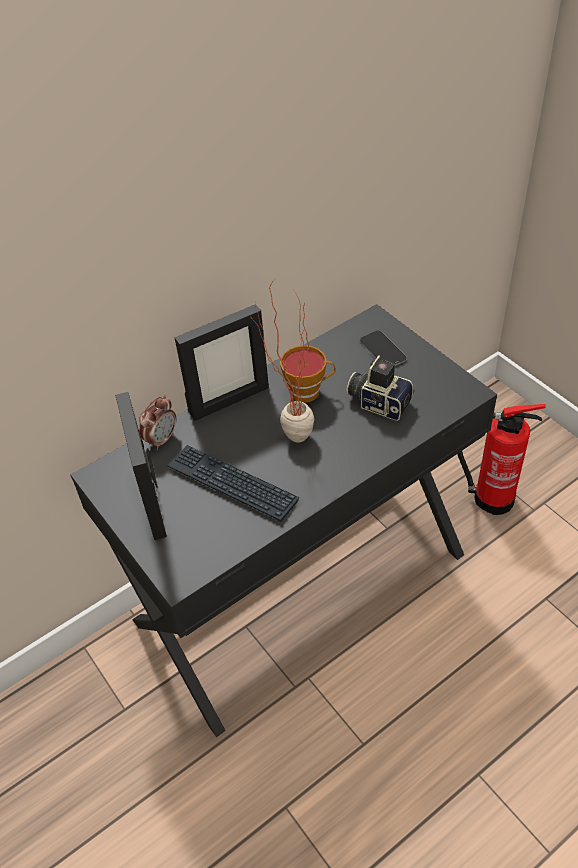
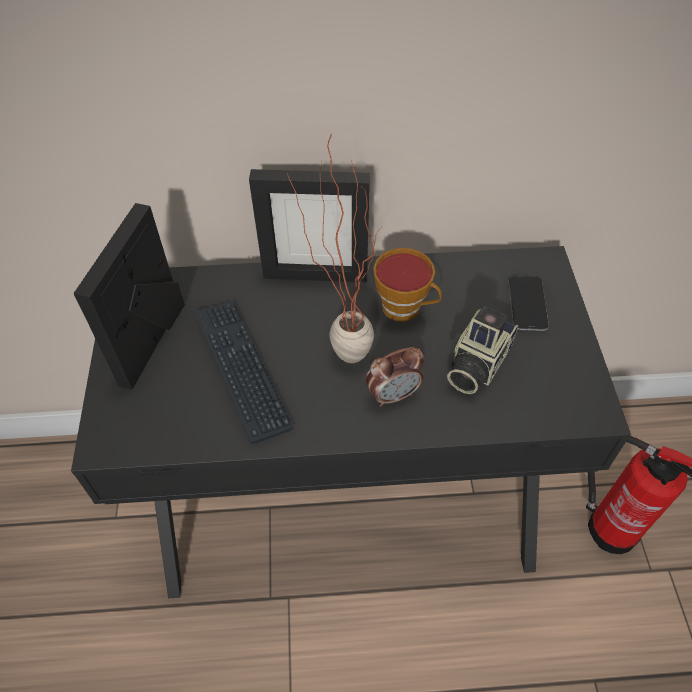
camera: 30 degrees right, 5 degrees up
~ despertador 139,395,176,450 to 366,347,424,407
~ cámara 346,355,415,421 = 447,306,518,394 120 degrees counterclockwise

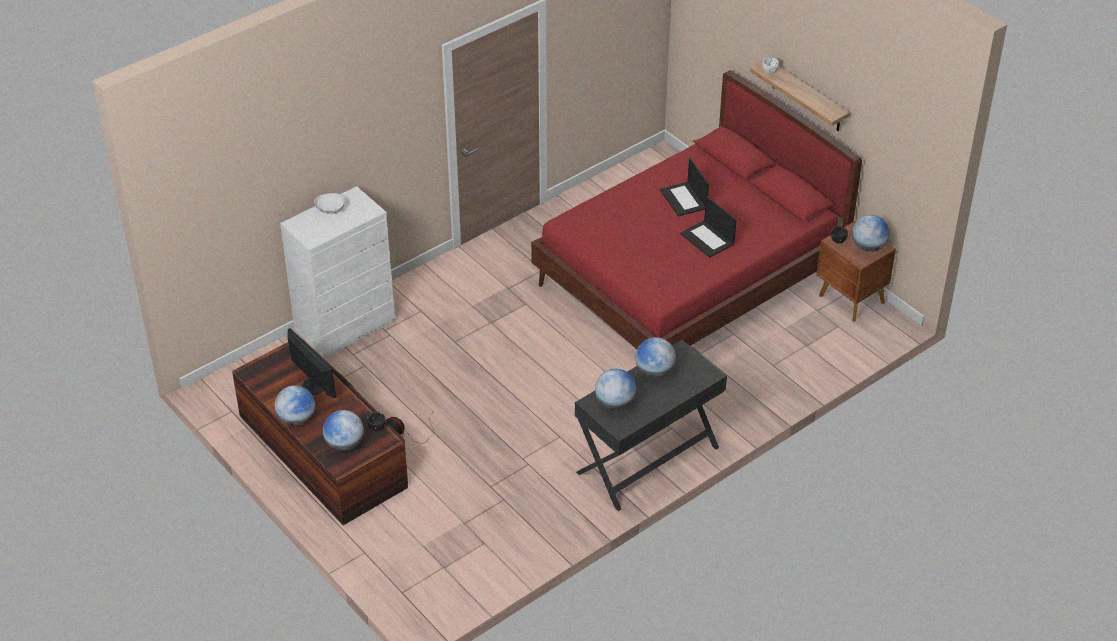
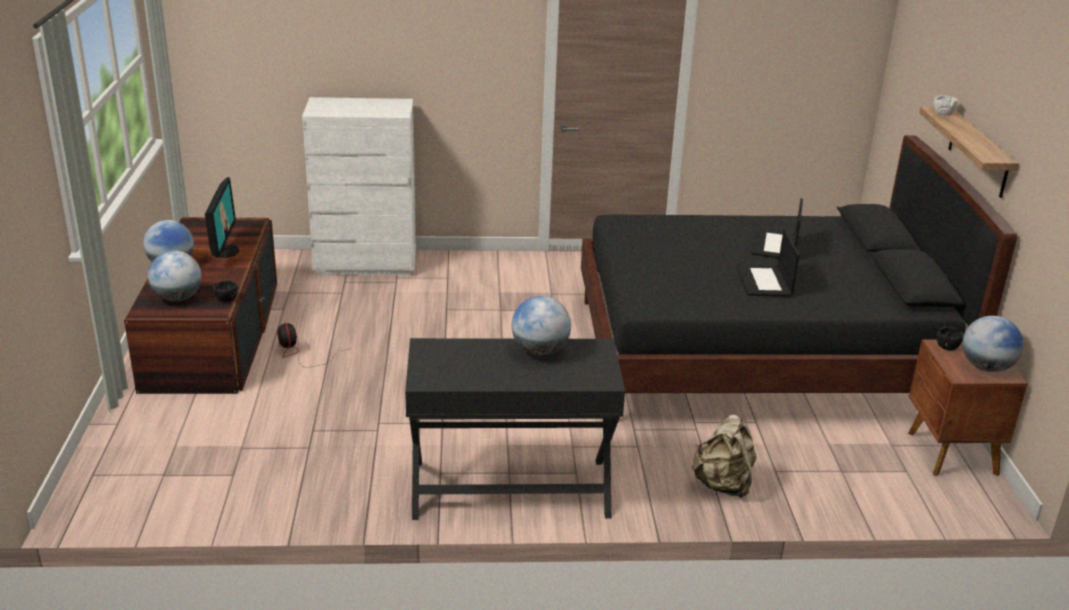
camera: 35 degrees right, 15 degrees down
- cuenco (blanco) 314,193,345,214
~ cama (rojo) 531,70,862,349 to cama (negro) 581,135,1017,393
- globo terráqueo 595,369,636,410
+ mochila (beis) 692,415,756,499

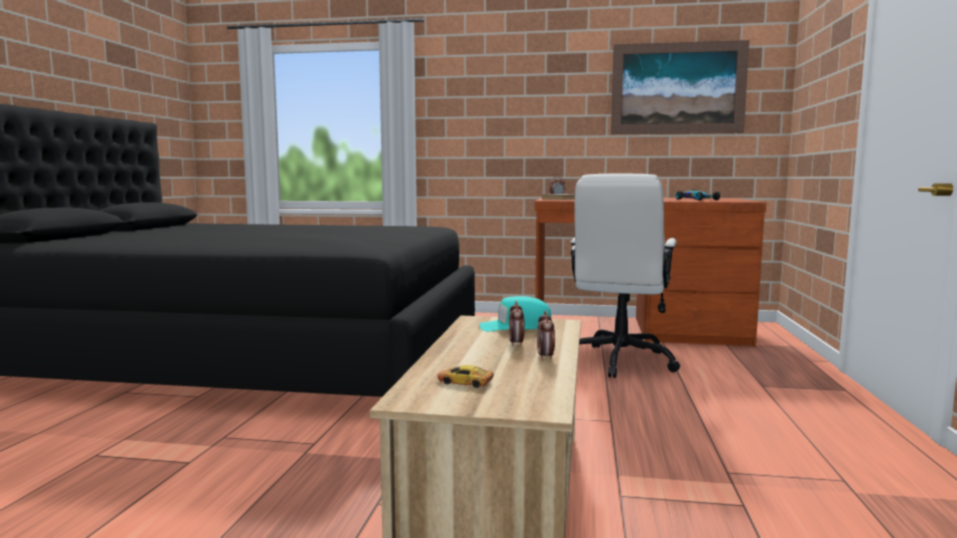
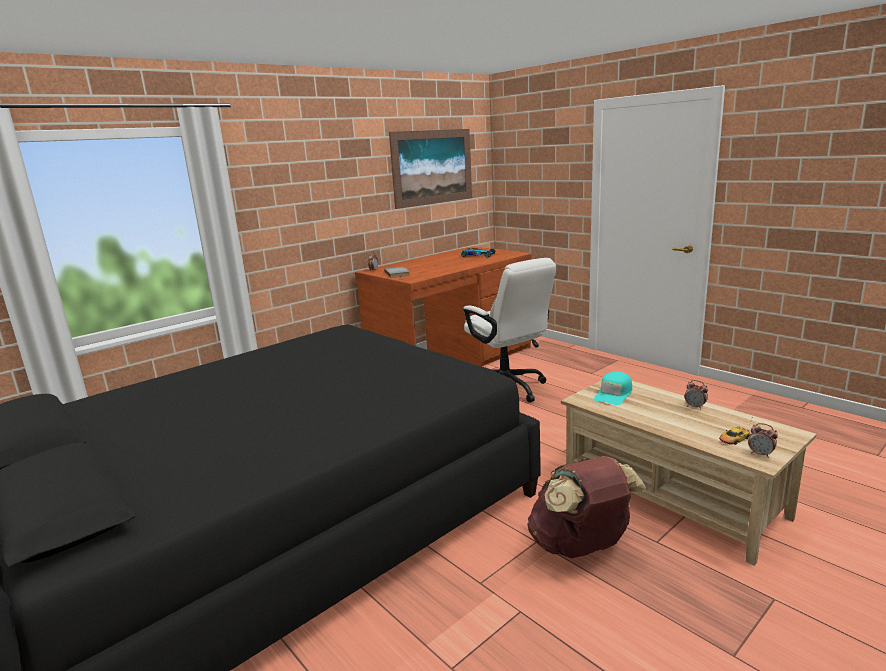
camera: 50 degrees left, 10 degrees up
~ despertador 509,301,525,347 to 748,423,778,458
+ mochila (marrón) 527,456,647,558

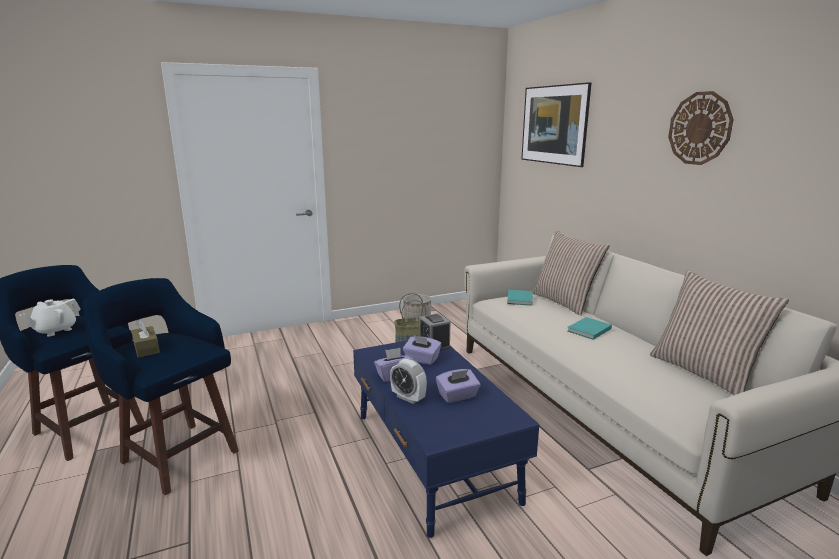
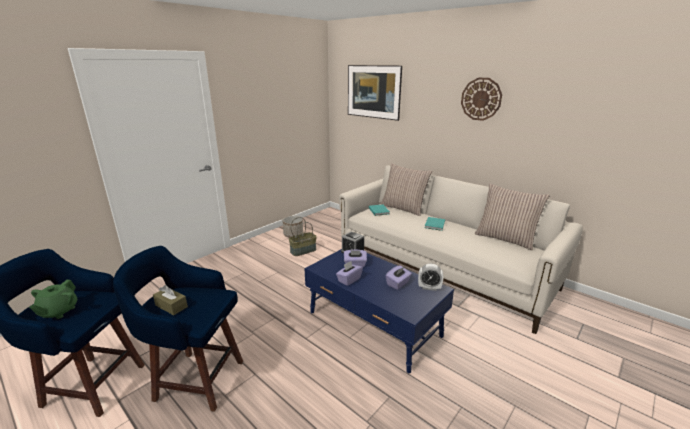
camera: 25 degrees left, 5 degrees up
~ tetera (blanco) 19,299,81,337 to tetera (verde) 29,280,77,319
~ despertador 390,359,427,404 to 418,264,443,291

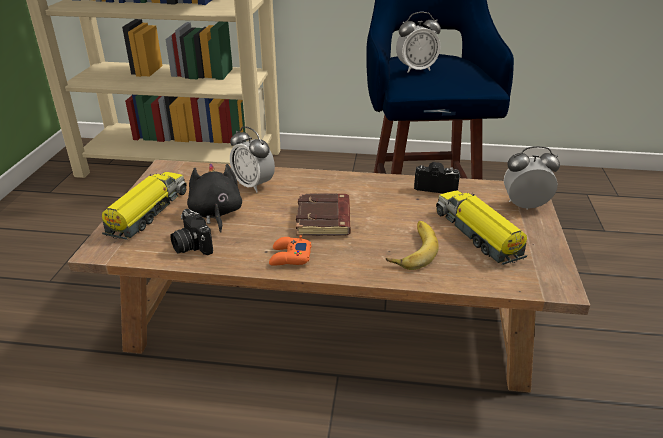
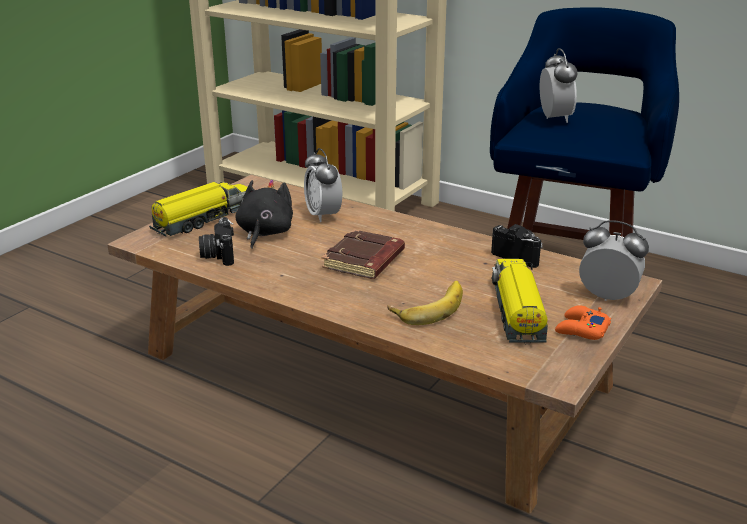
camera: 25 degrees right, 5 degrees down
~ mando de consola (naranja) 269,235,311,266 to 555,305,611,340
~ despertador 396,12,441,73 = 540,48,578,123 105 degrees counterclockwise

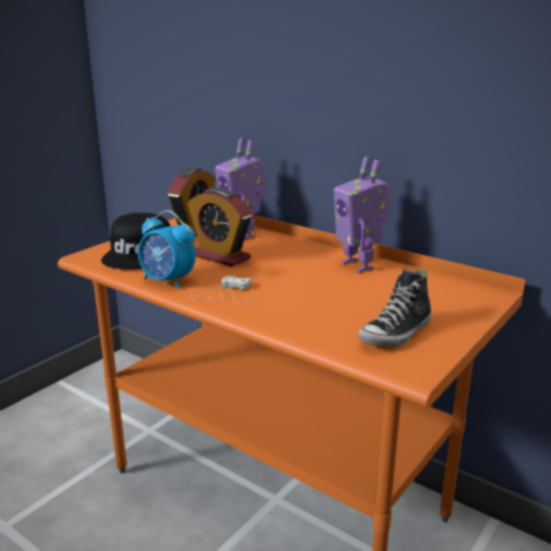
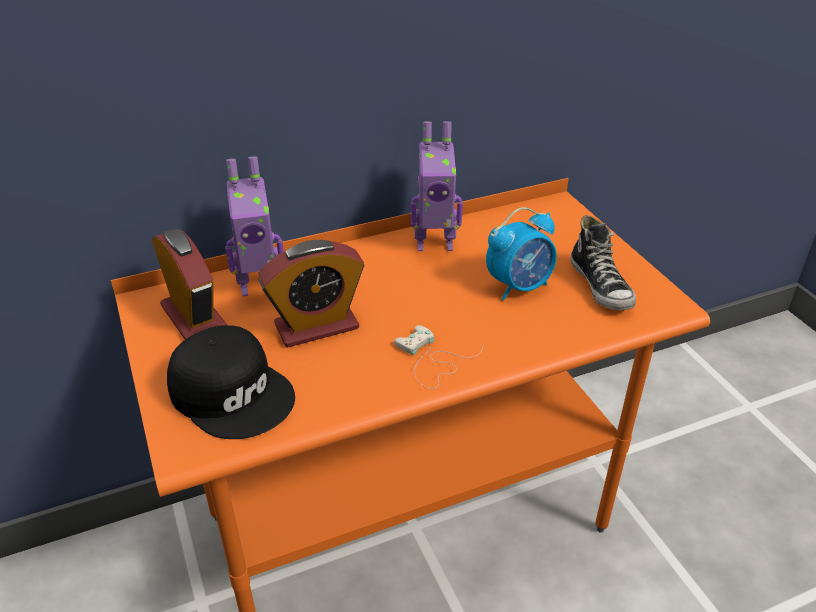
camera: 60 degrees left, 15 degrees up
~ despertador 138,210,196,289 to 486,207,557,301

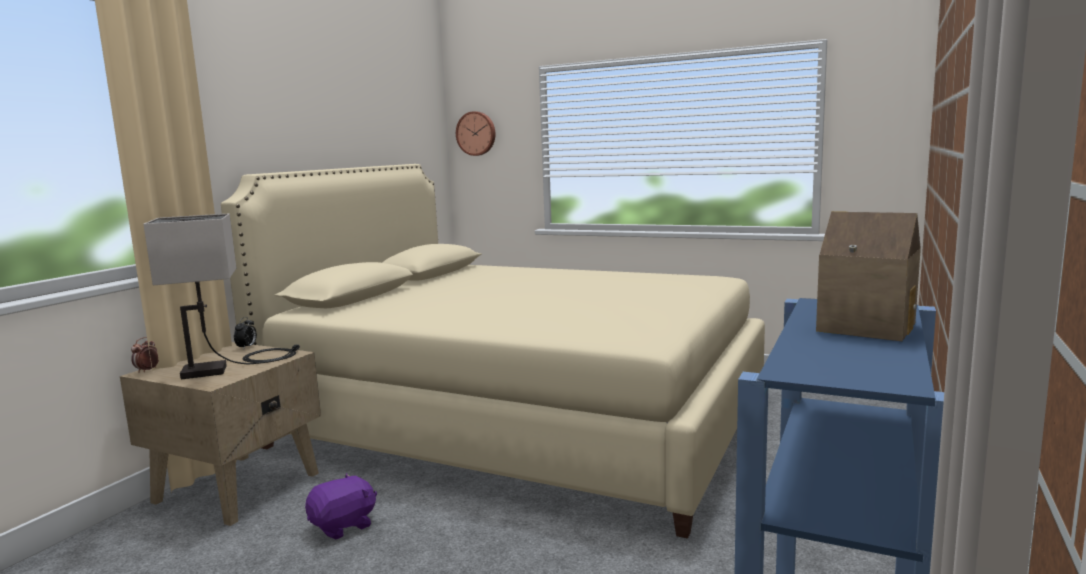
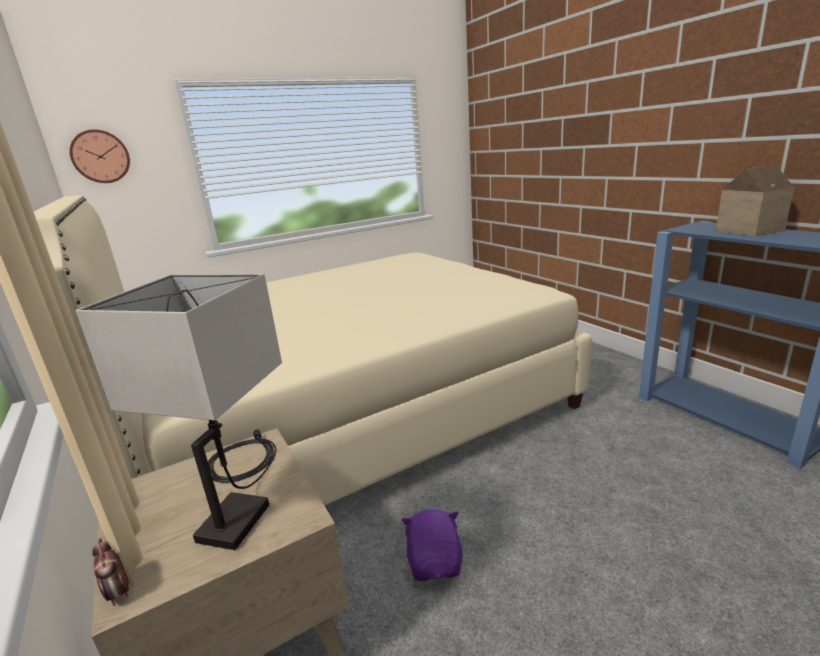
camera: 55 degrees left, 10 degrees up
- despertador 234,317,257,350

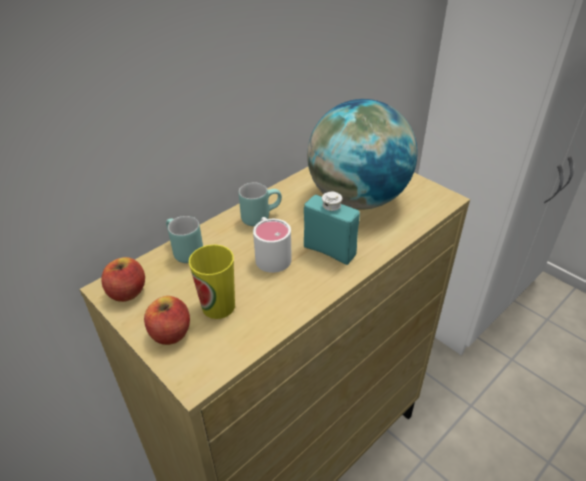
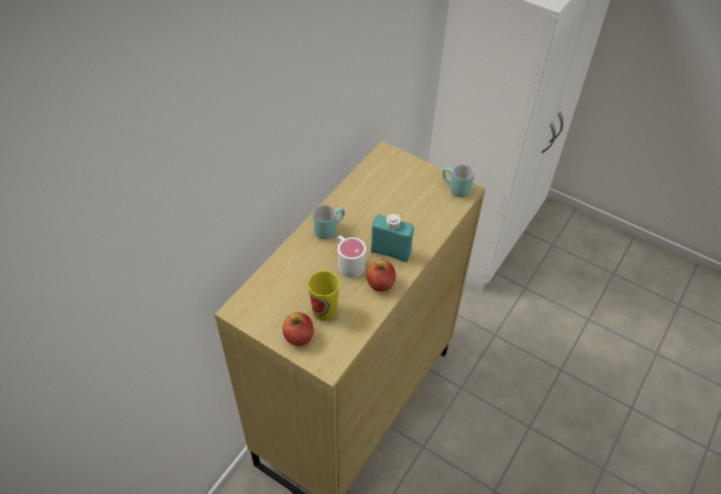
camera: 15 degrees left, 10 degrees up
~ manzana 101,257,145,302 to 366,260,396,292
~ taza grande (turquesa) 166,216,203,263 to 442,165,474,197
- globo terráqueo 307,99,417,210

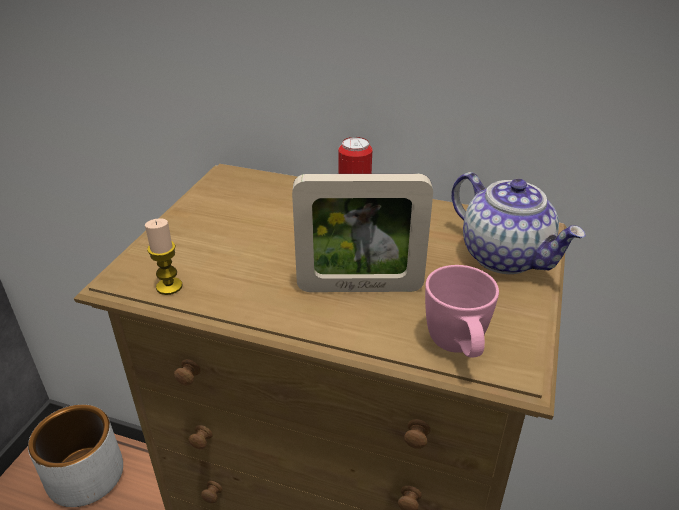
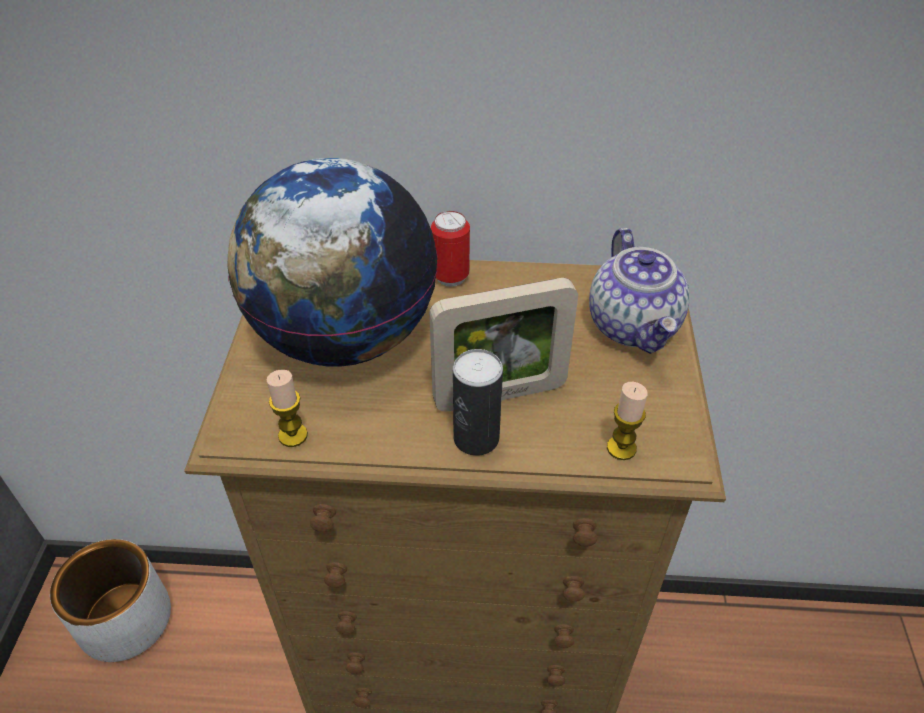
camera: 15 degrees left, 10 degrees up
~ taza grande (rosa) 425,265,499,357 to vela 607,382,648,460
~ tetera 451,172,586,274 = 589,228,690,354 45 degrees clockwise
+ globo terráqueo 227,158,438,367
+ lata 453,349,503,456

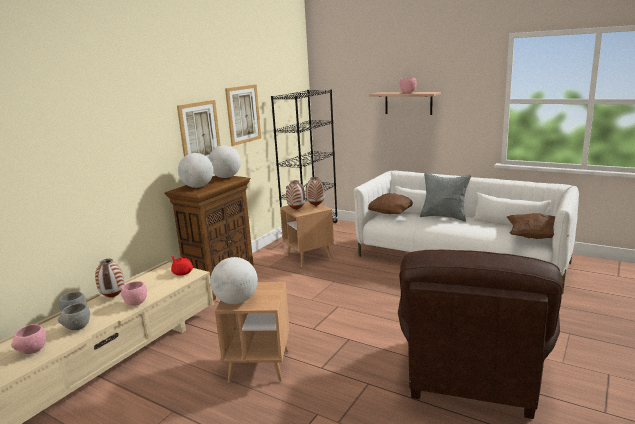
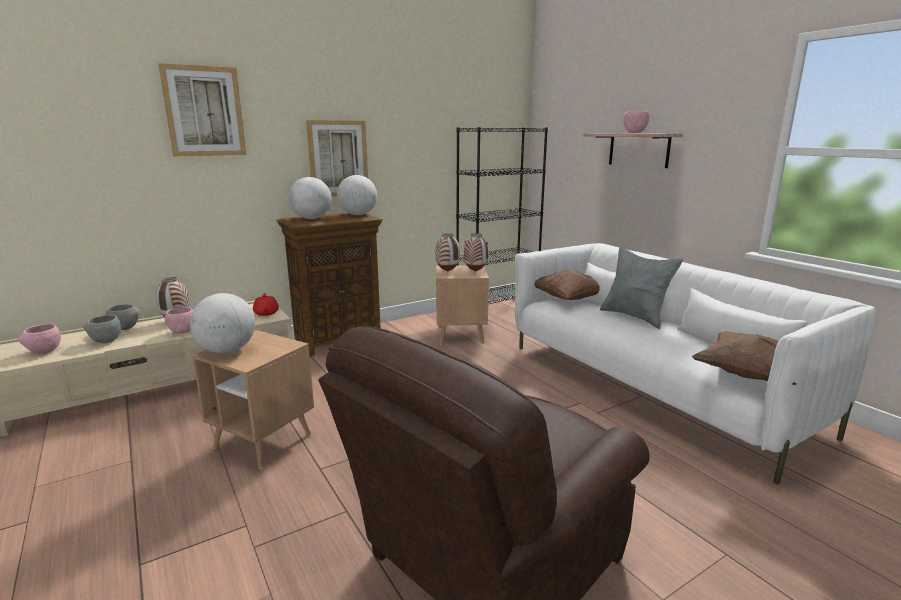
camera: 25 degrees right, 0 degrees up
~ cuadro 225,84,261,146 to 158,63,247,157

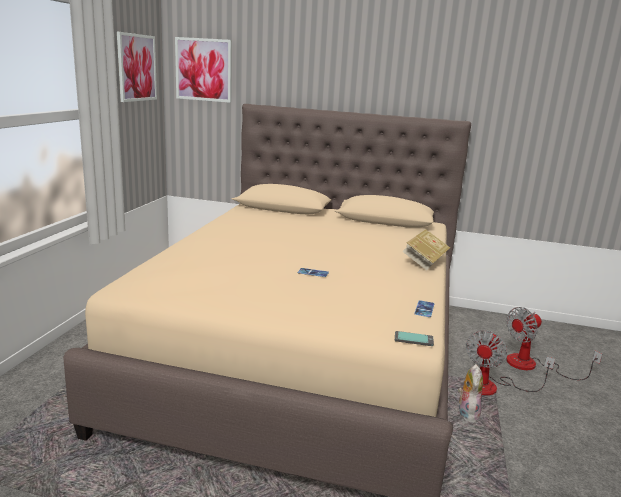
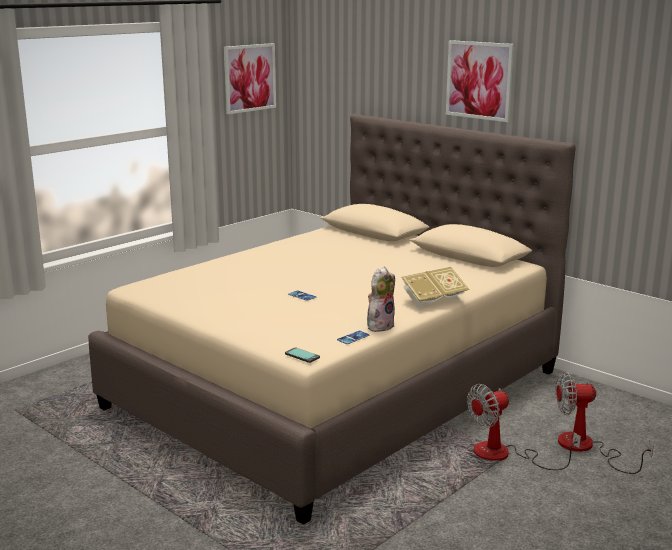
camera: 30 degrees right, 0 degrees up
~ cuadro 175,37,232,103 to 446,40,515,122
~ peluche 458,364,483,423 to 367,267,395,332

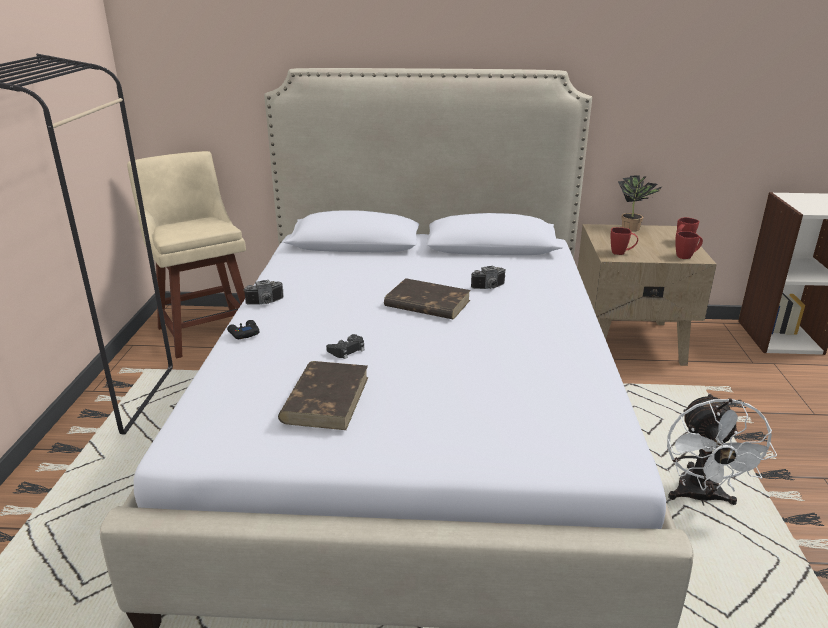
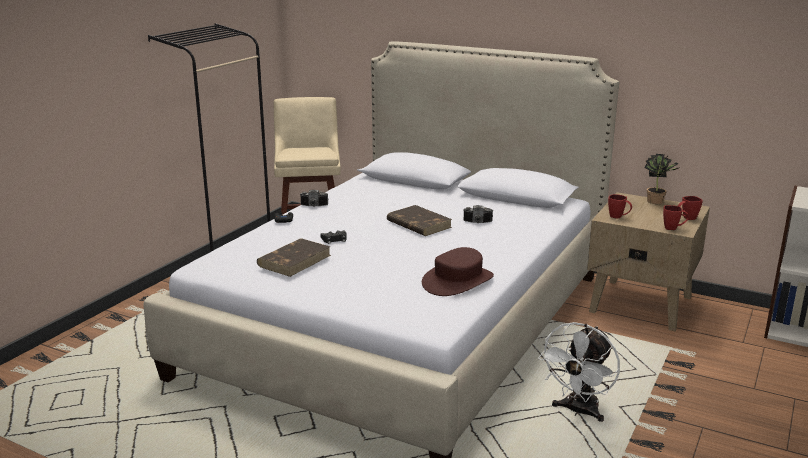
camera: 25 degrees right, 5 degrees down
+ sombrero (marrón) 422,247,494,296

